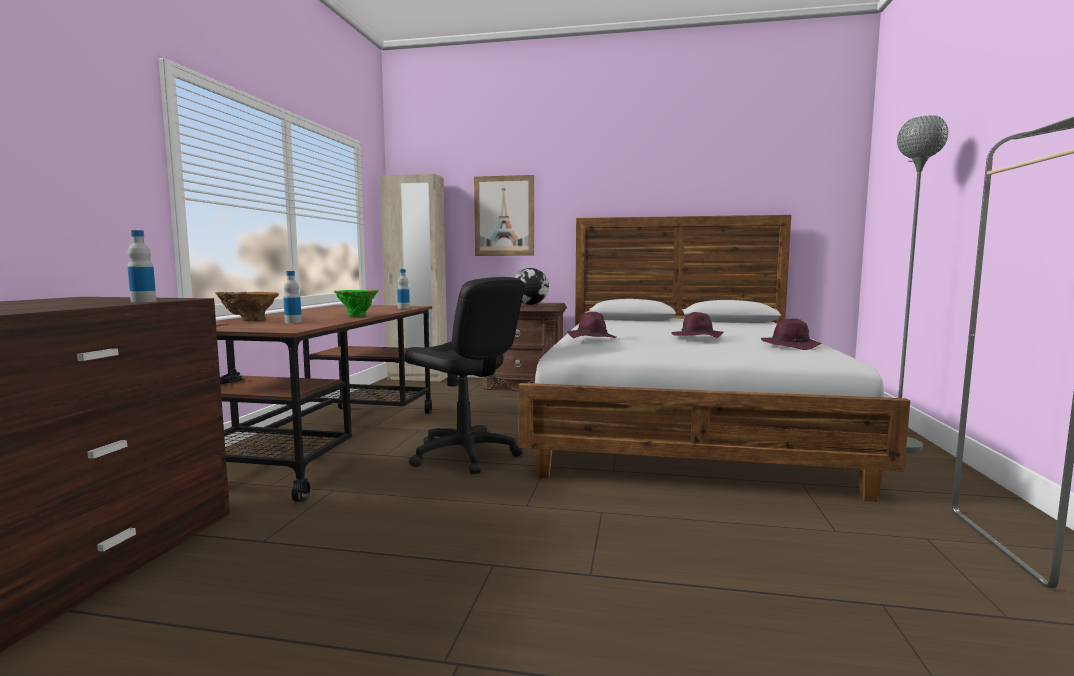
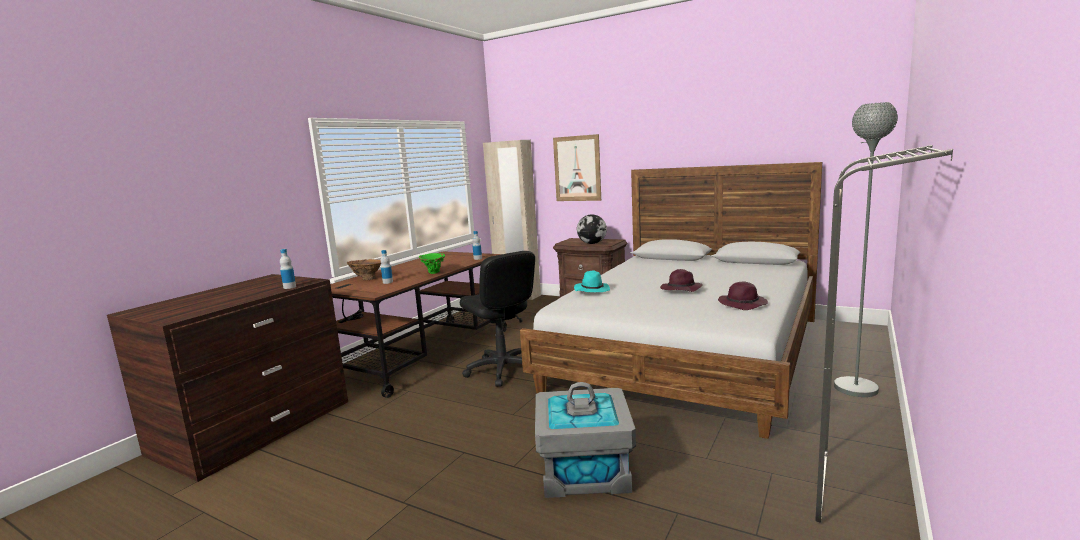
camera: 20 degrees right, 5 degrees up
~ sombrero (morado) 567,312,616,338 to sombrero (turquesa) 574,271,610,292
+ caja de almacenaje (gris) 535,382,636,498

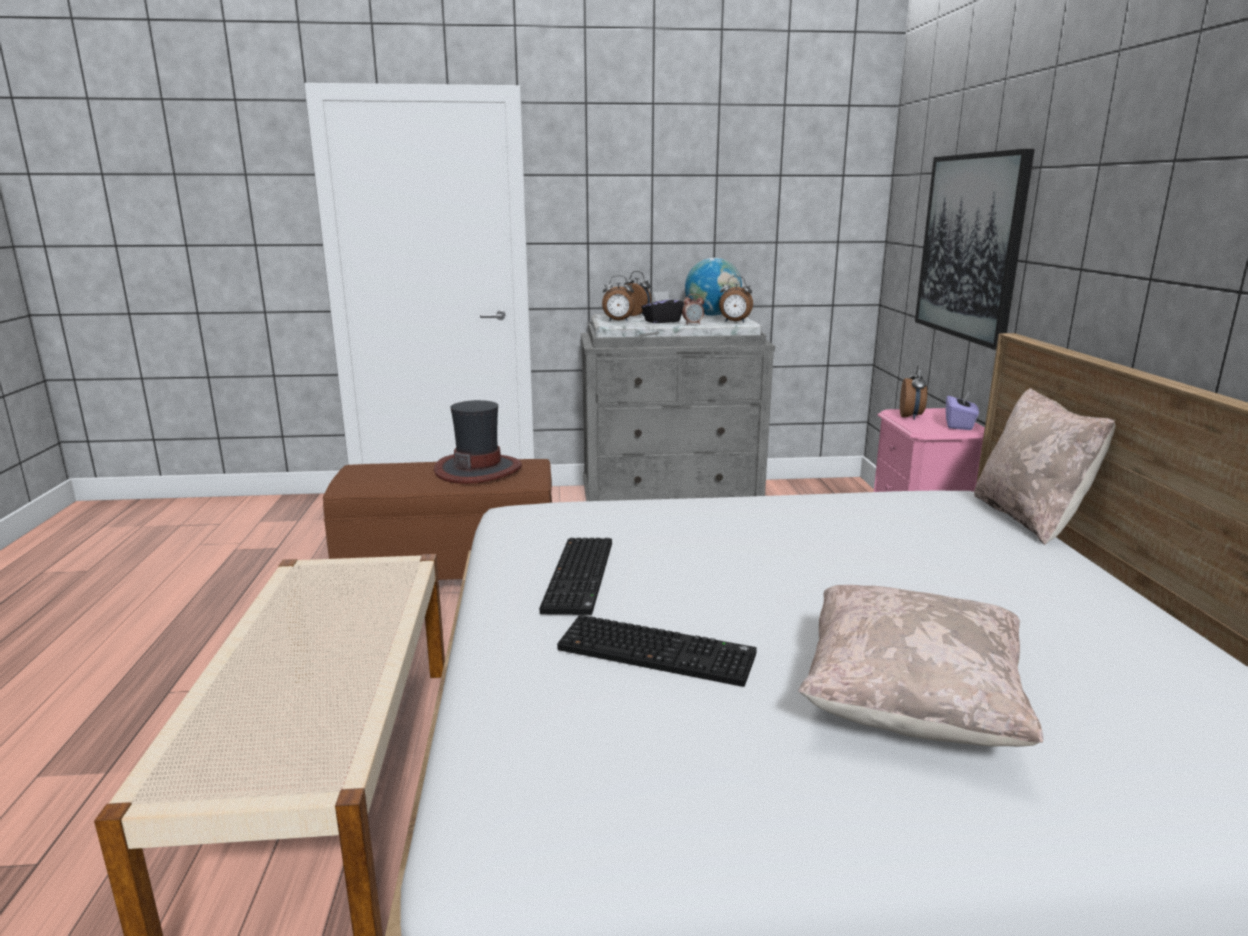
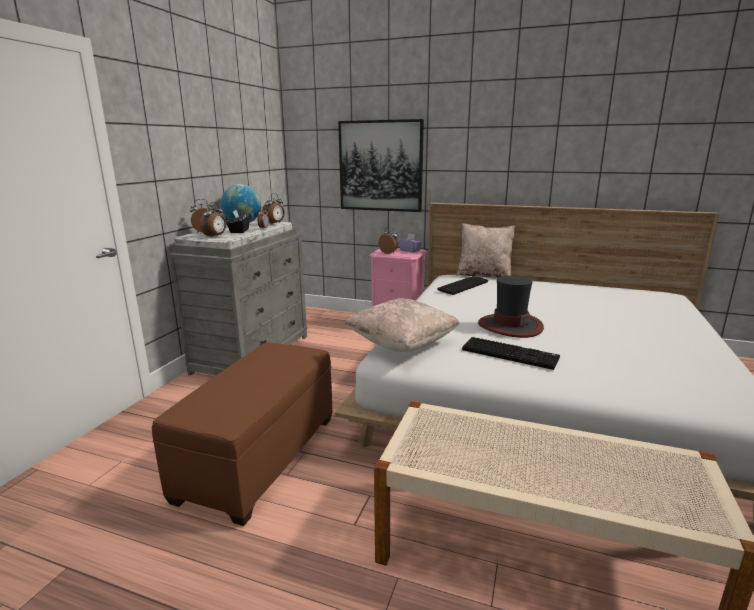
camera: 65 degrees left, 0 degrees up
~ sombrero 434,400,522,484 to 478,276,544,338
~ teclado 557,615,757,687 to 437,276,488,295
~ cojín (beis) 798,585,1043,747 to 345,298,460,352

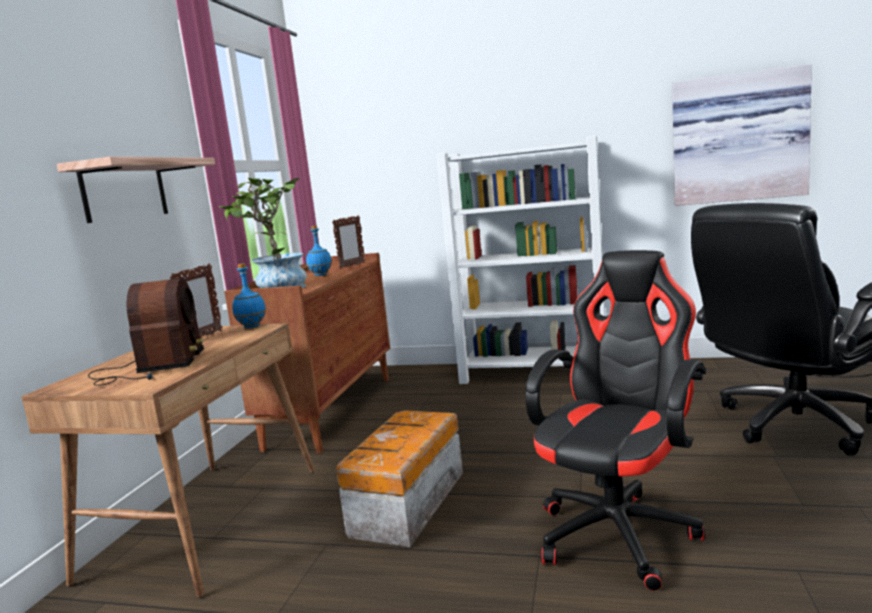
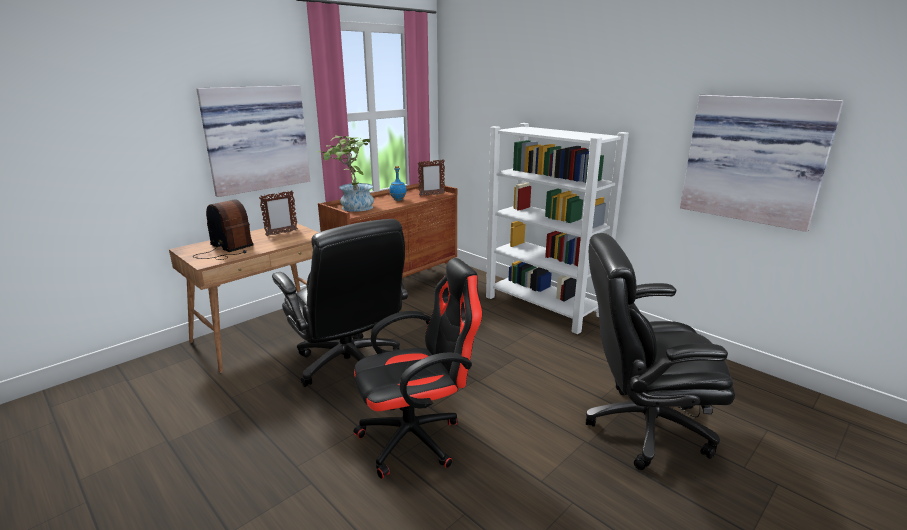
camera: 30 degrees right, 10 degrees up
~ estante 57,157,215,223 to cuadro 196,85,310,197
~ radio 88,278,204,386 = 194,199,254,260 75 degrees counterclockwise
- botella (azul) 232,263,266,328
~ caja de almacenaje 336,410,463,547 to silla de oficina (negro) 272,219,408,387

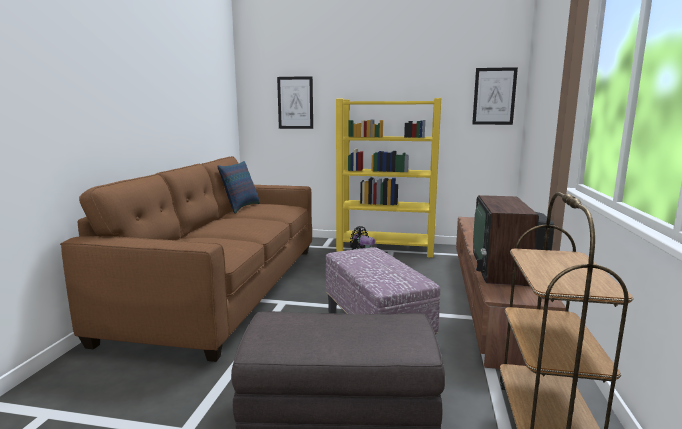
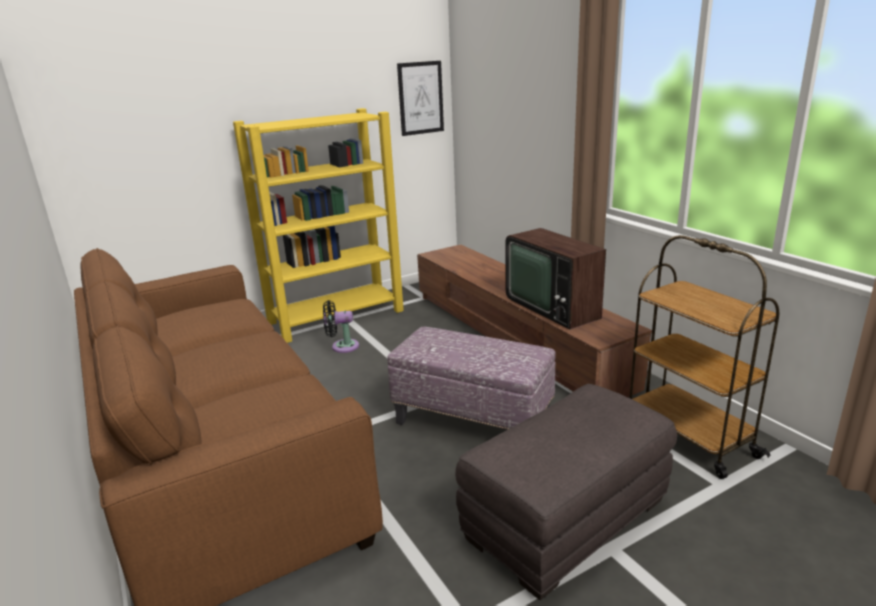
camera: 40 degrees left, 10 degrees up
- cojín (azul) 217,161,260,213
- cuadro 277,76,313,129

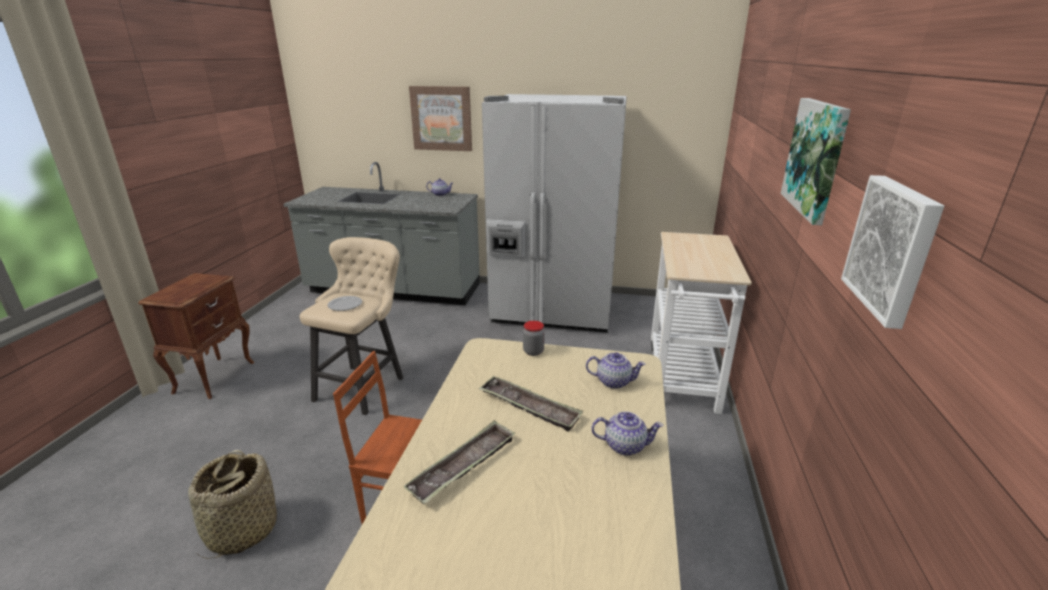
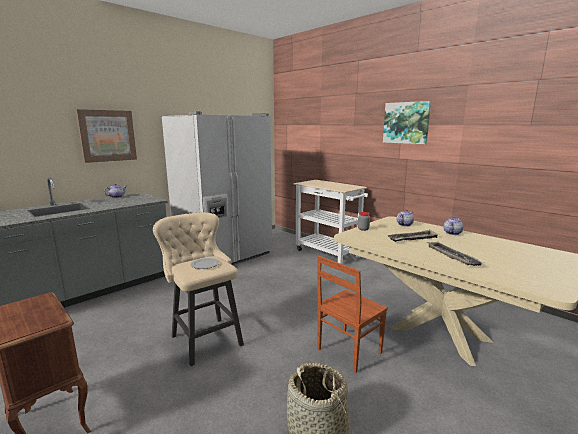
camera: 55 degrees left, 10 degrees down
- cuadro 841,175,944,329

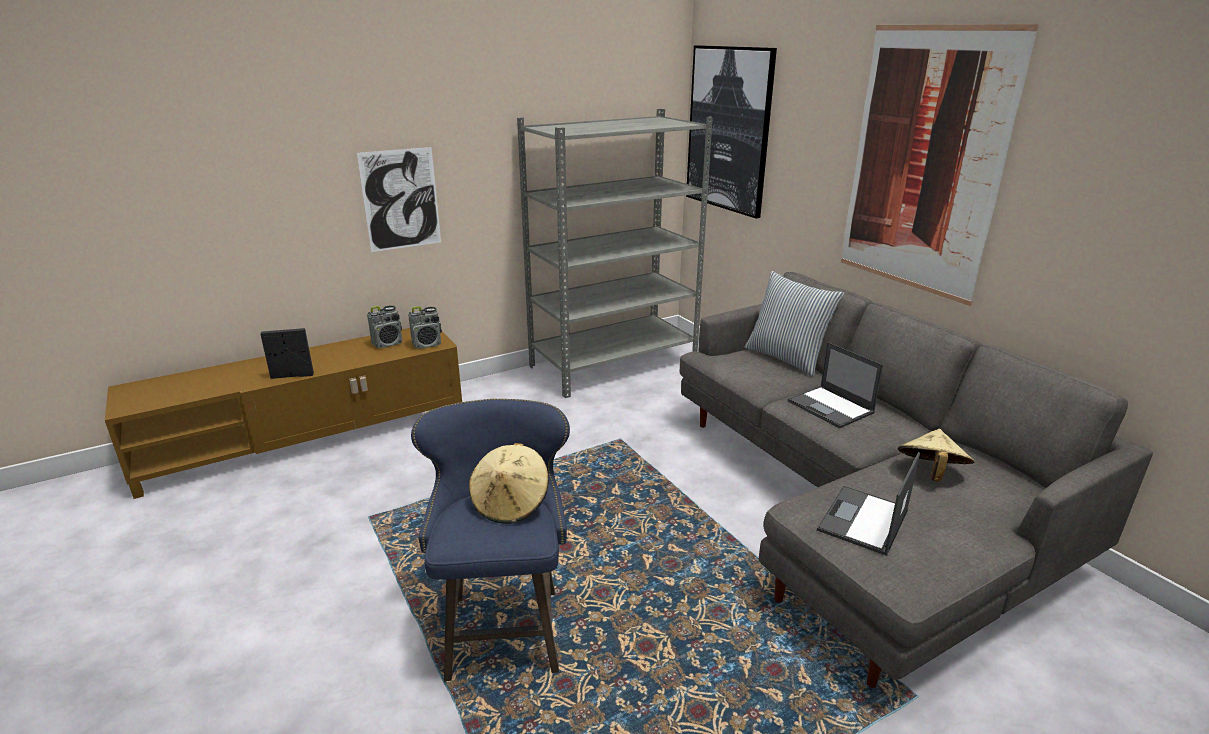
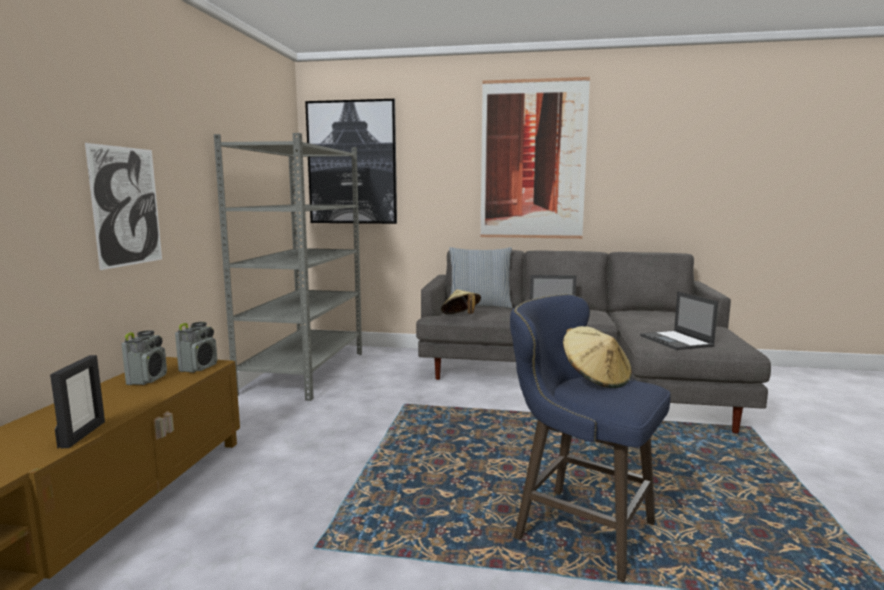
camera: 50 degrees left, 15 degrees down
~ portarretratos 260,328,314,379 = 50,355,105,448 150 degrees clockwise
~ sombrero (beis) 898,429,975,482 to 441,289,481,314

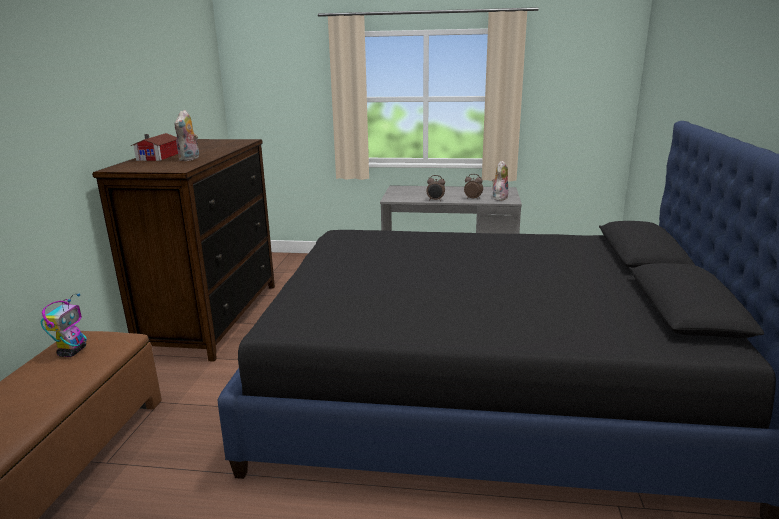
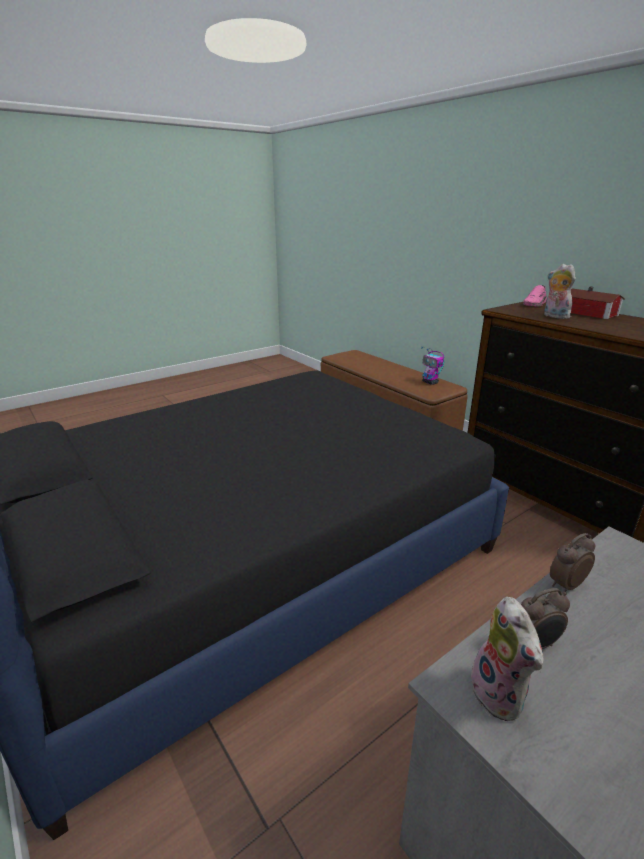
camera: 135 degrees right, 5 degrees up
+ zapato (rosa) 523,285,547,306

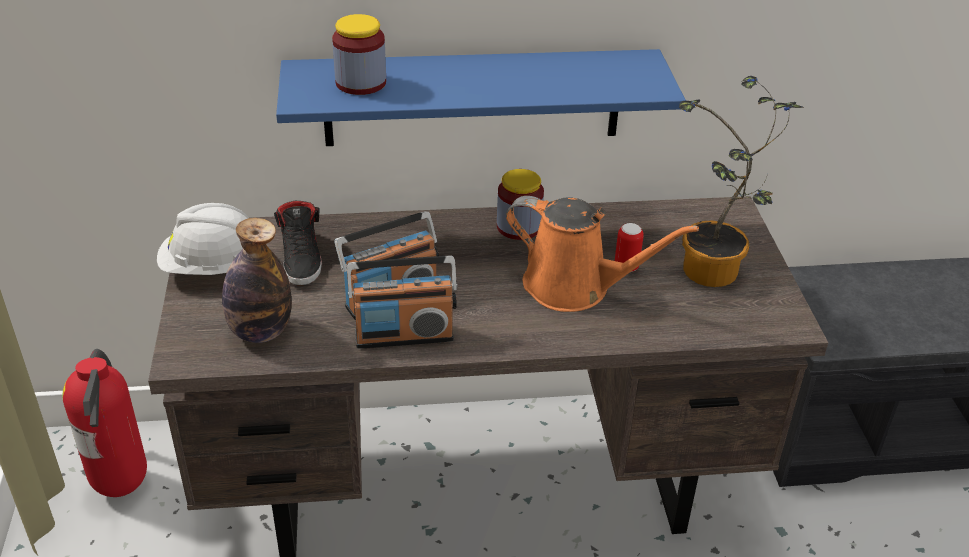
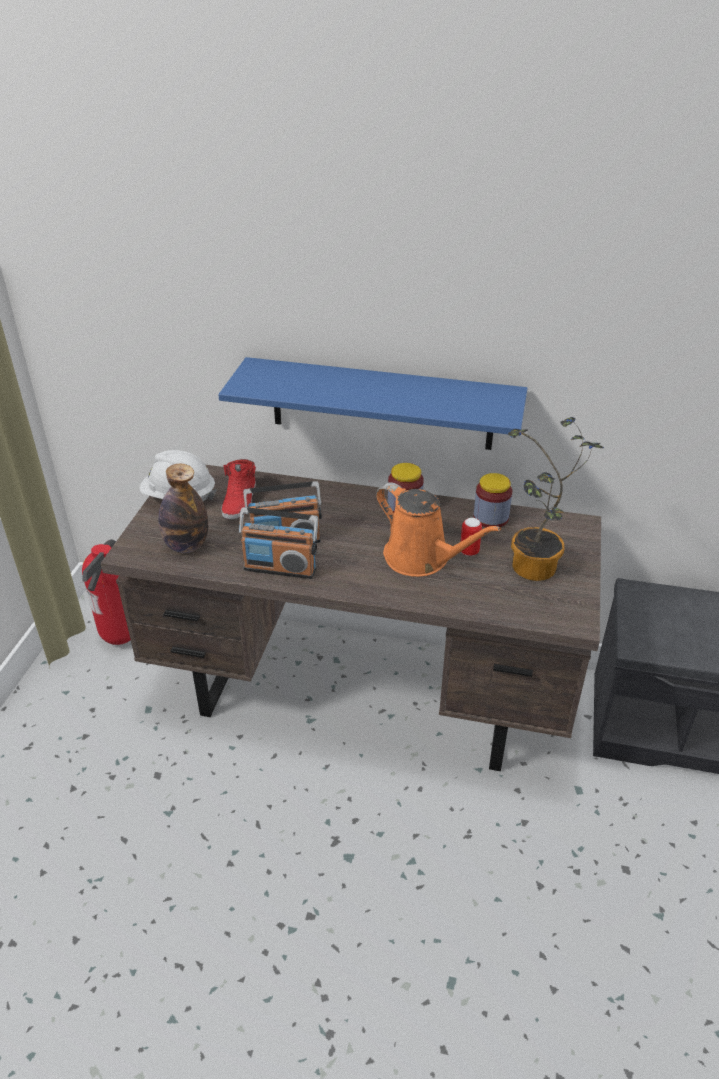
camera: 20 degrees right, 0 degrees up
~ zapato (negro) 274,201,322,285 to zapato (rojo) 221,459,256,520
~ tarro 332,14,386,95 to 474,473,512,527

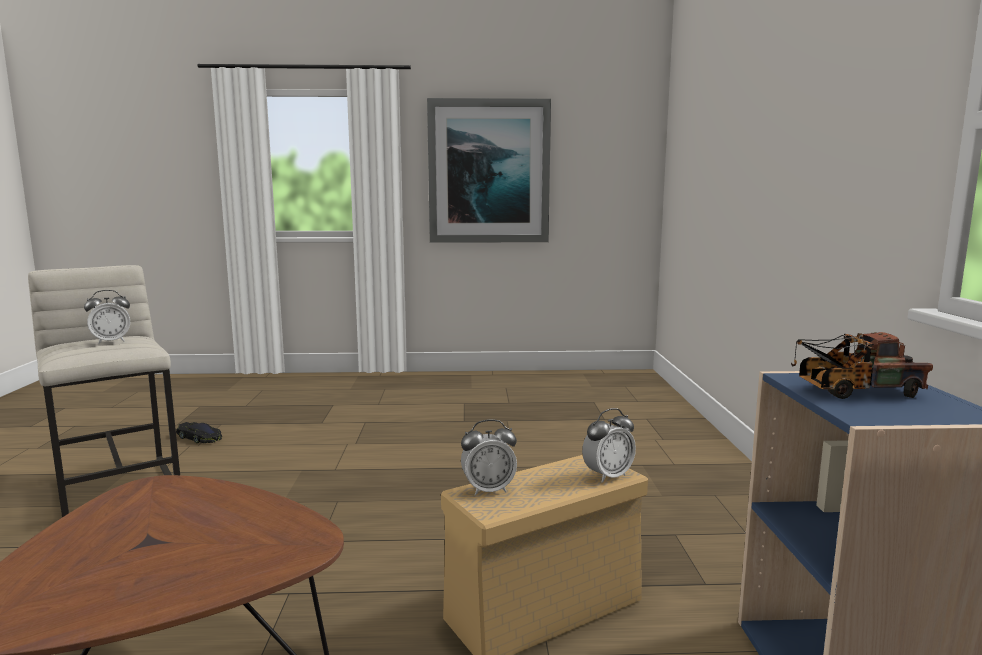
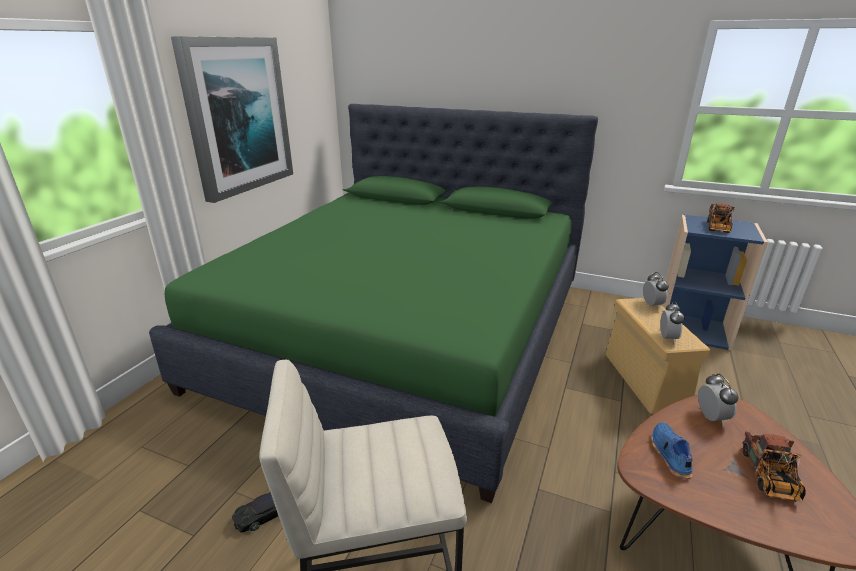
camera: 65 degrees left, 15 degrees up
~ despertador 84,290,130,344 to 698,373,739,425
+ cama (verde) 149,104,598,503
+ zapato (azul) 651,422,692,479
+ camión de juguete 742,432,806,502

